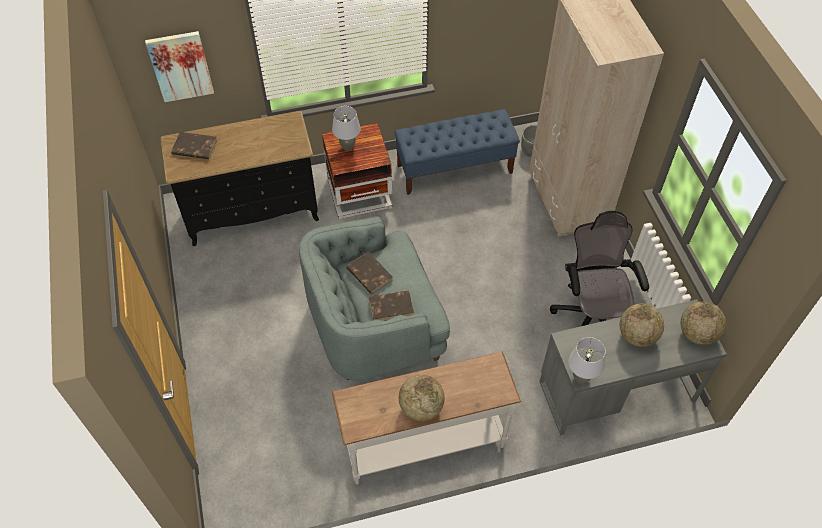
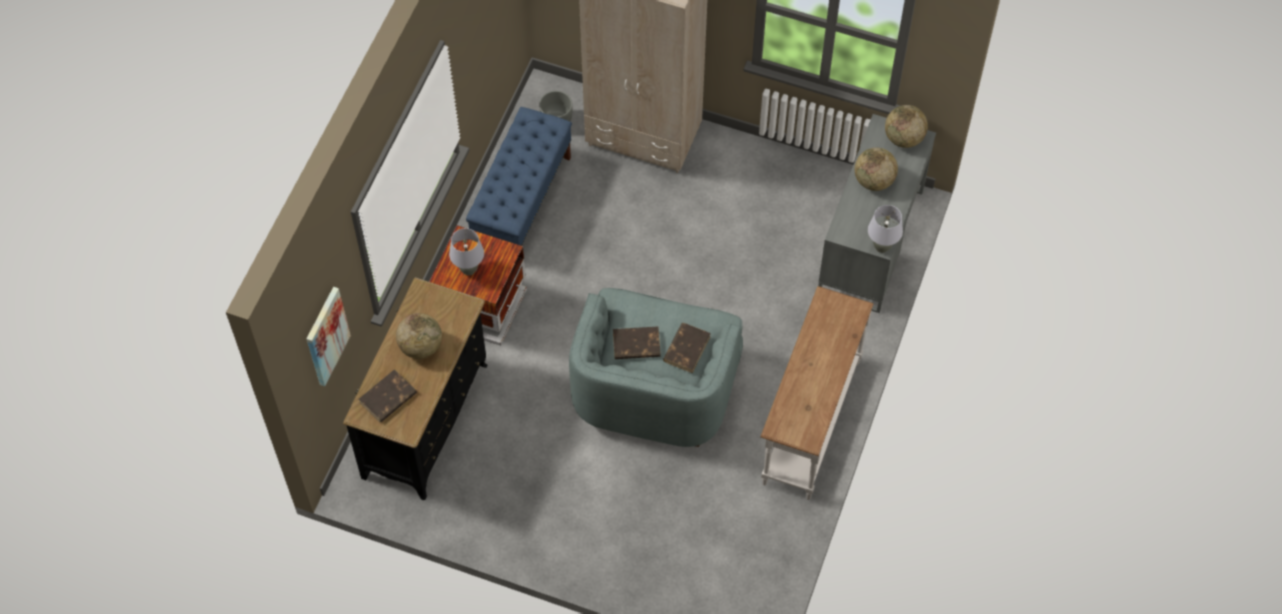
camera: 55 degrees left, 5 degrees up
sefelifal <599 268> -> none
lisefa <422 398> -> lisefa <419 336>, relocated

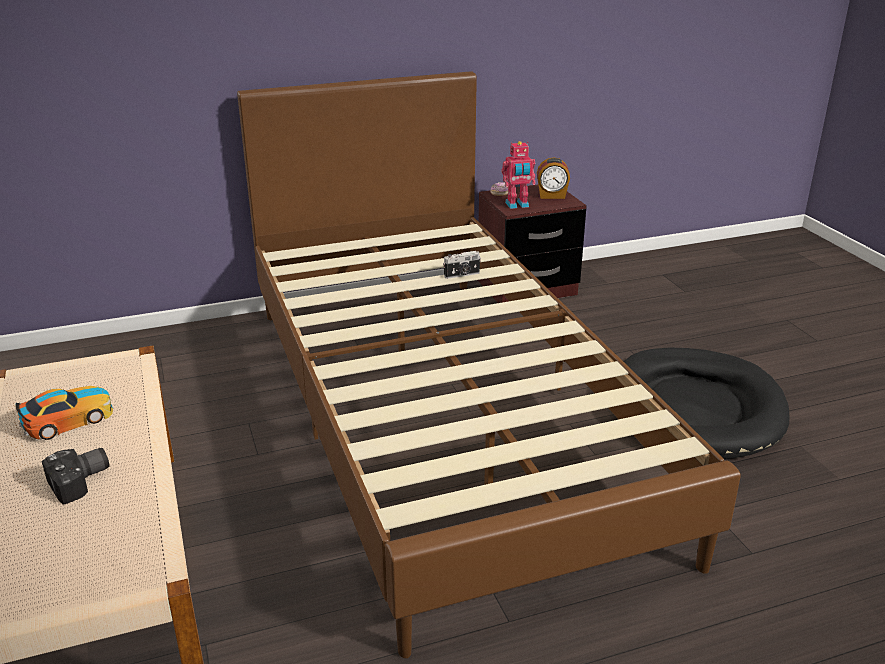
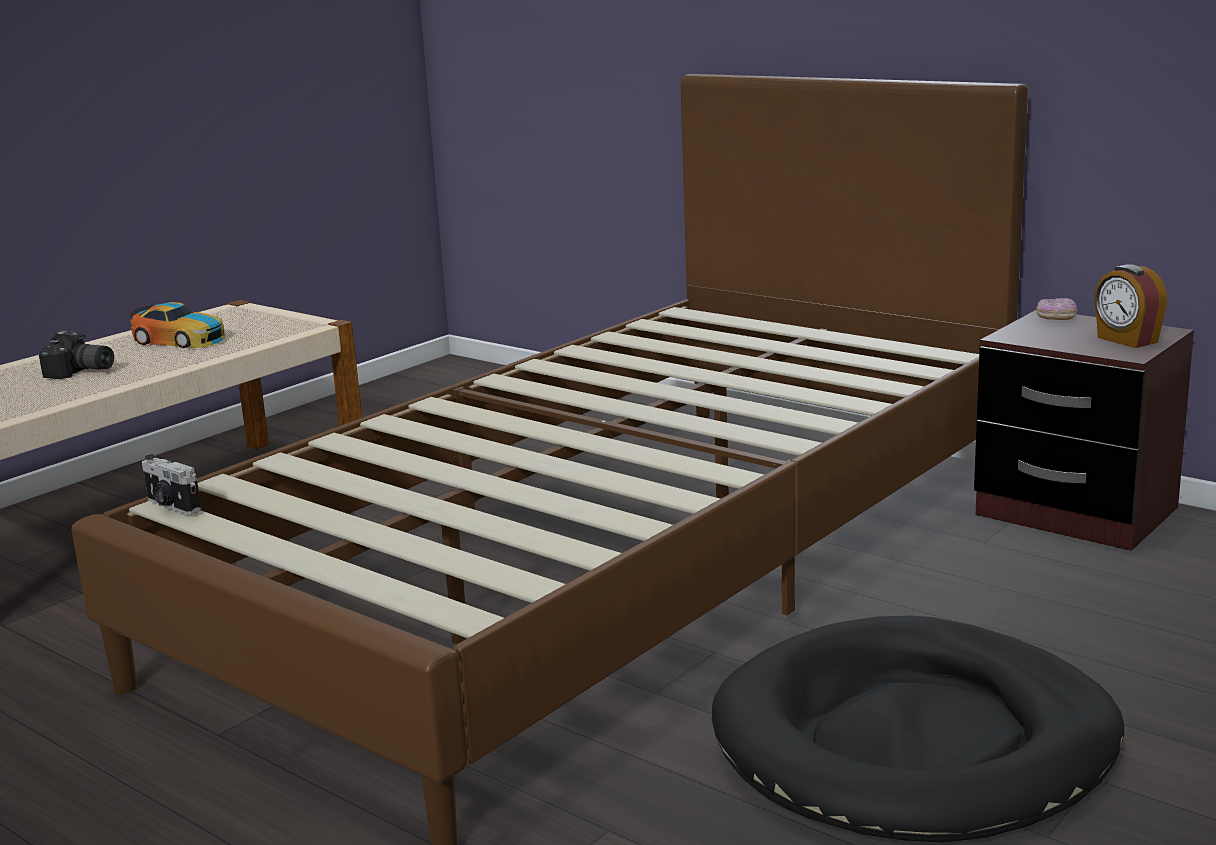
camera: 60 degrees right, 10 degrees down
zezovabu <518 175> -> none
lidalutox <462 265> -> lidalutox <171 484>, relocated

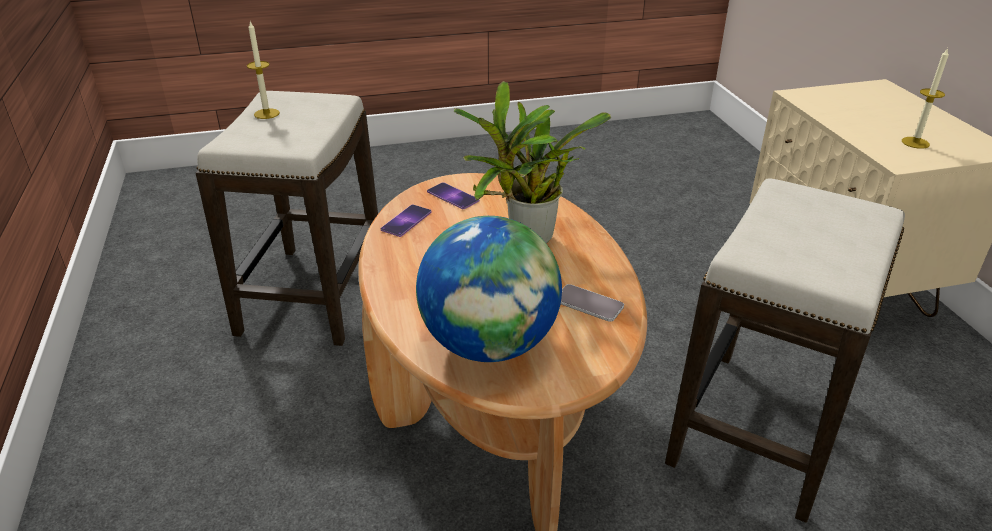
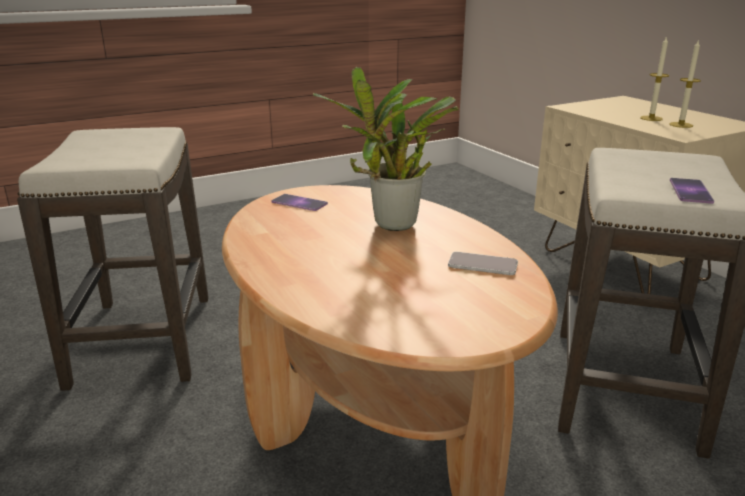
camera: 15 degrees left, 10 degrees down
lisefa <489 289> -> none
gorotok <263 70> -> gorotok <654 78>, relocated
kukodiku <406 221> -> kukodiku <692 191>, relocated

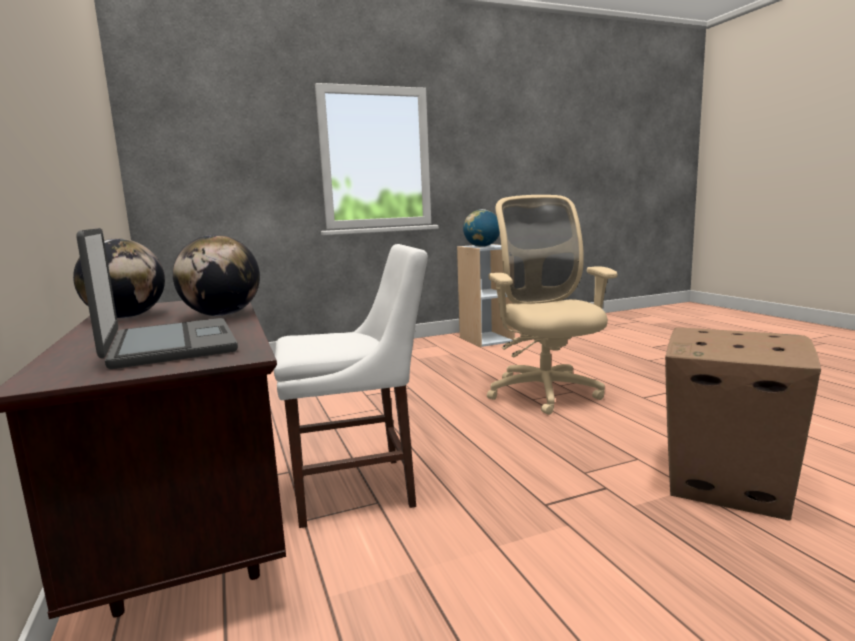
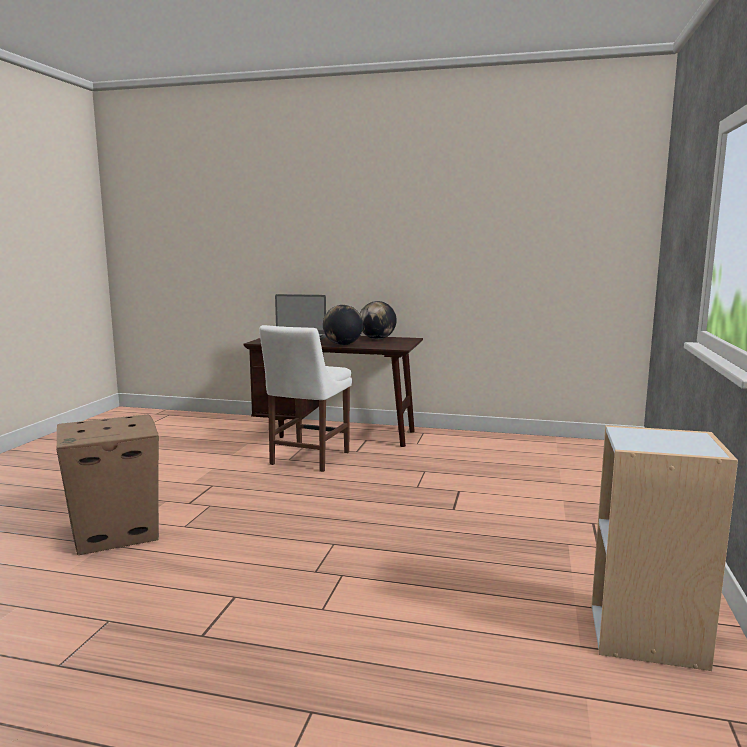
camera: 125 degrees right, 0 degrees up
lisefa <481 228> -> none
sefelifal (beige) <552 305> -> none

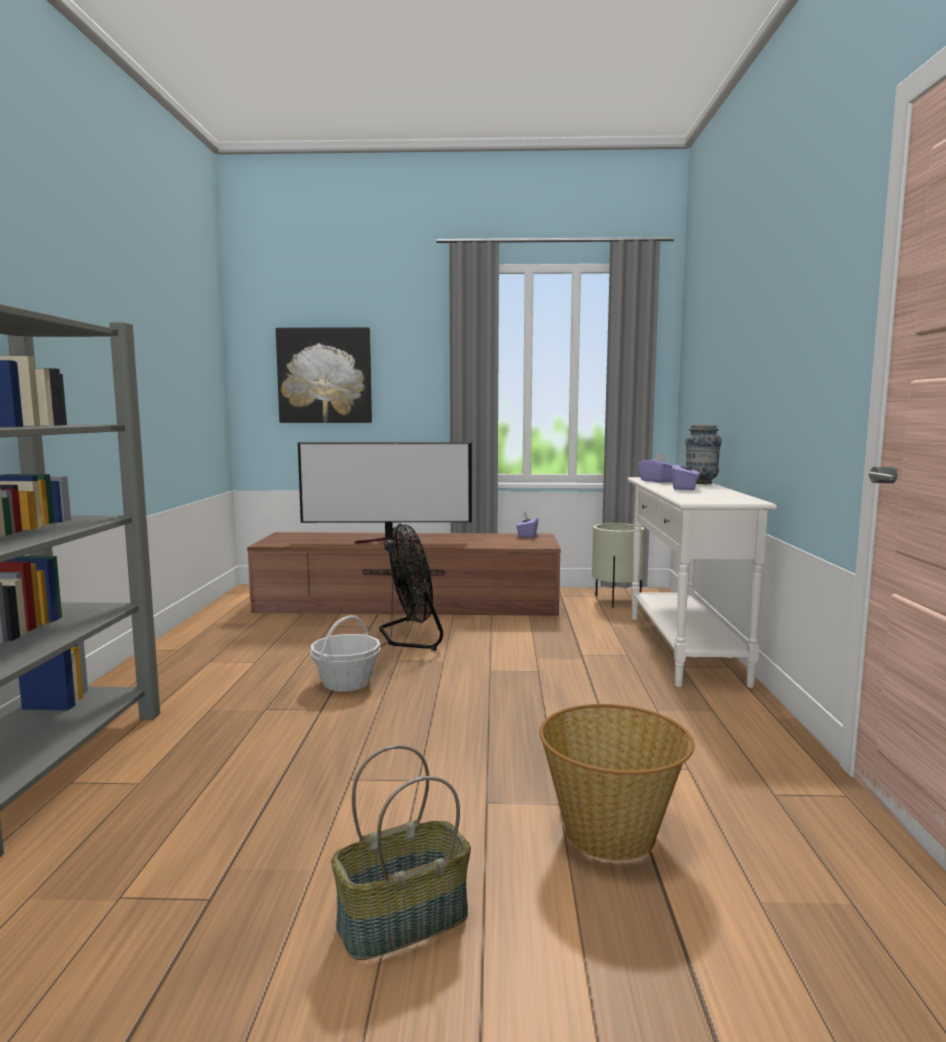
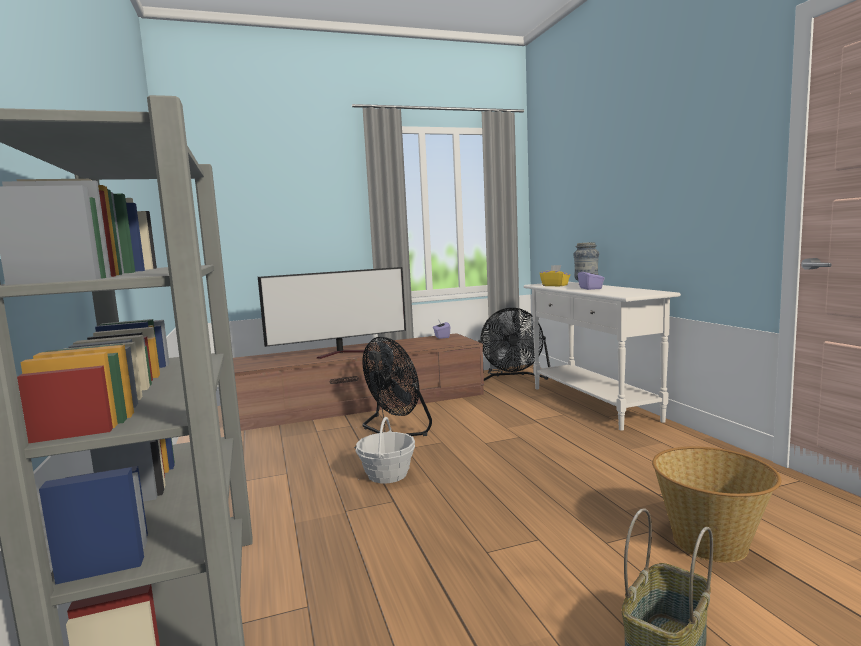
camera: 20 degrees left, 0 degrees up
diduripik <324 375> -> none
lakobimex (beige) <618 565> -> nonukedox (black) <514 344>
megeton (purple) <655 468> -> megeton (yellow) <555 276>

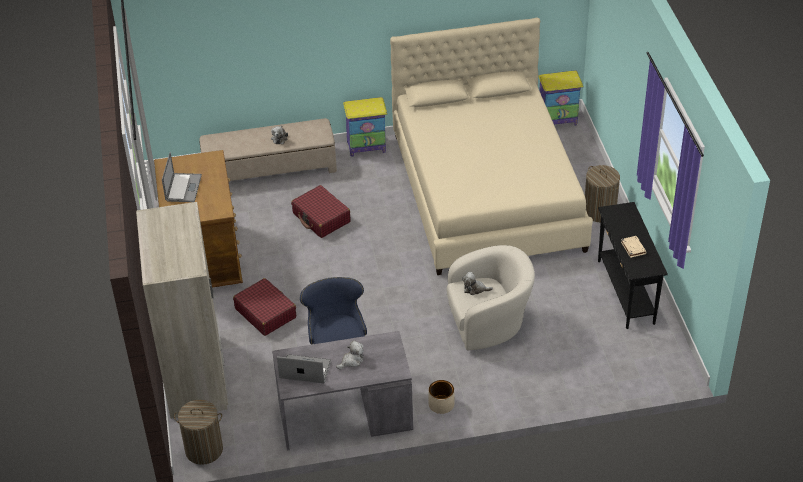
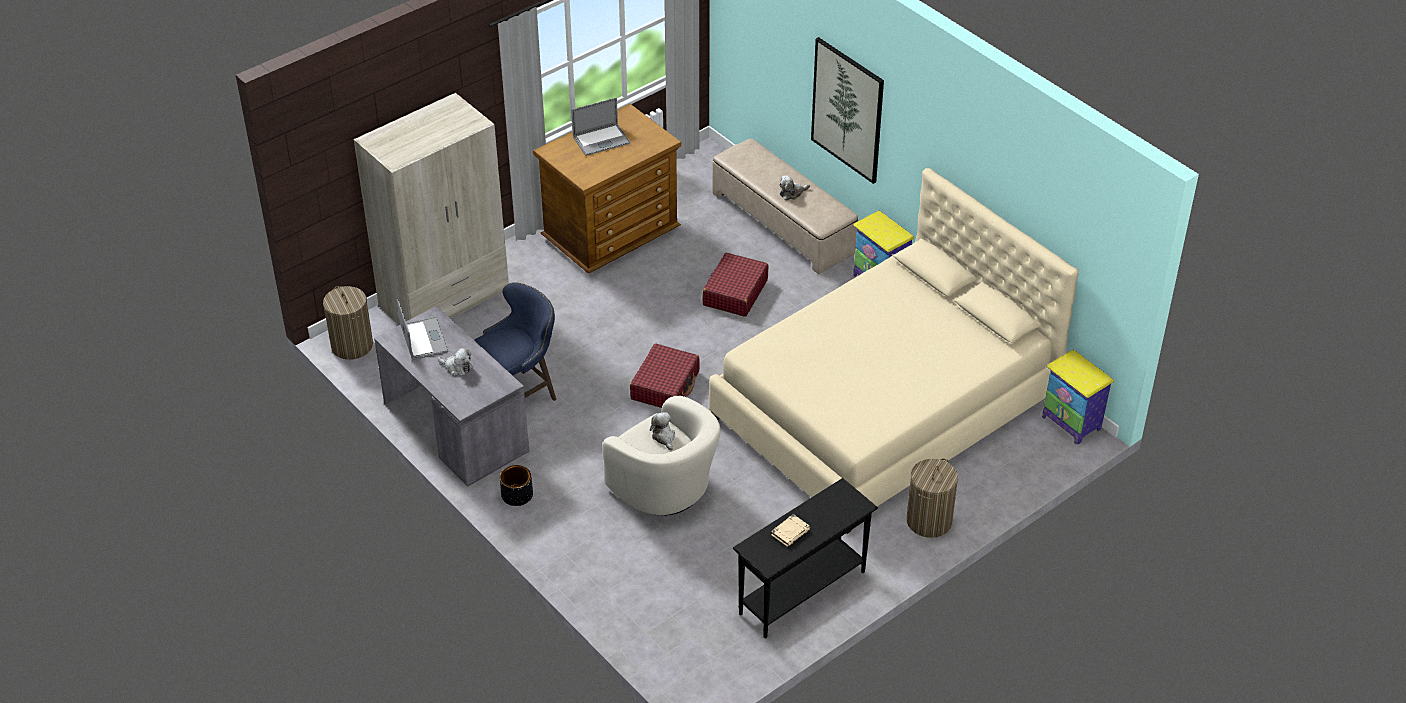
camera: 60 degrees right, 0 degrees up
none -> diduripik <847 110>
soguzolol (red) <264 307> -> soguzolol (red) <664 376>, relocated
lakobimex (beige) <441 397> -> lakobimex (black) <516 485>

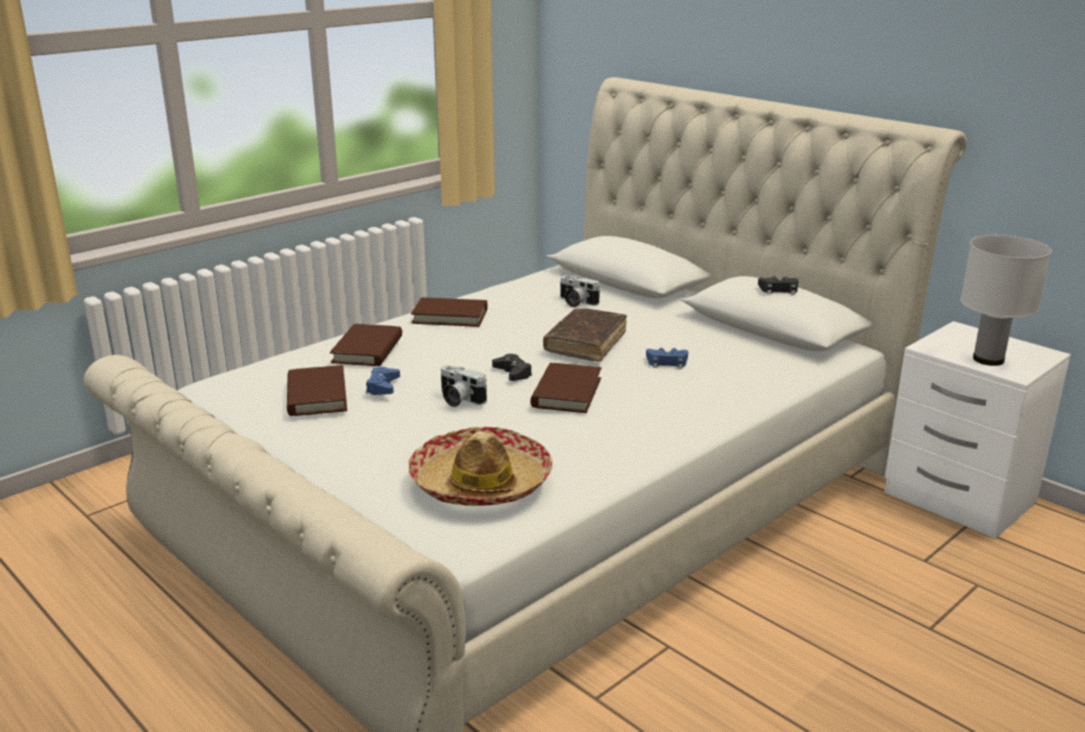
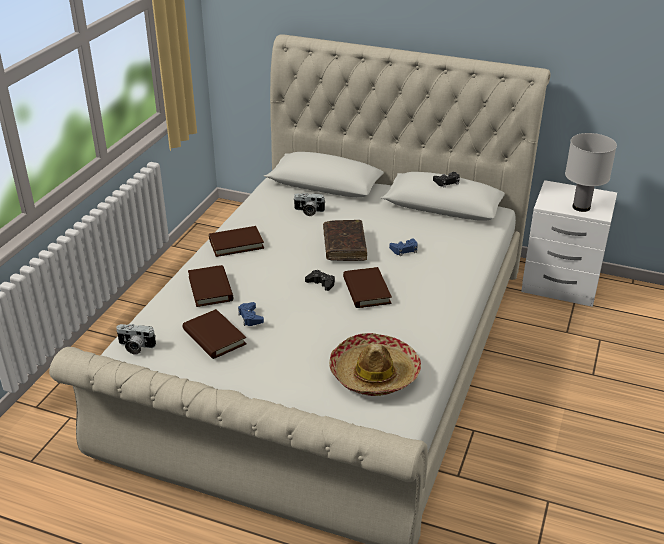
camera: 25 degrees left, 10 degrees up
lidalutox <464 386> -> lidalutox <136 339>, relocated

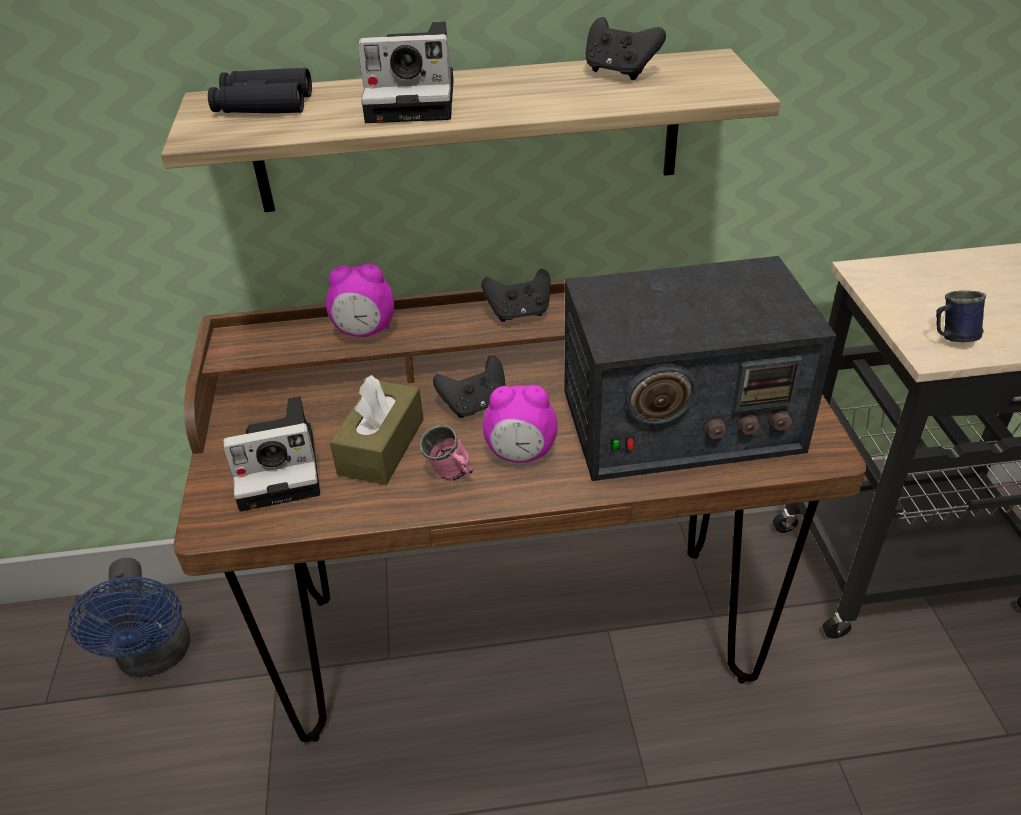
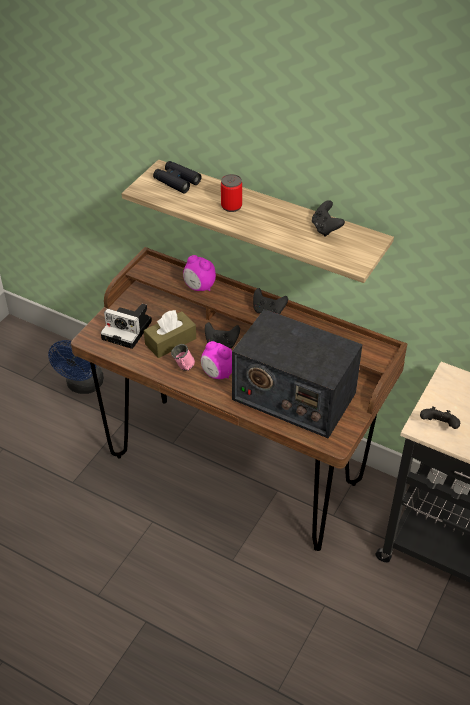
camera: 35 degrees right, 5 degrees up
lidalutox <406 72> -> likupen <231 193>
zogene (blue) <961 316> -> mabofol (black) <440 417>

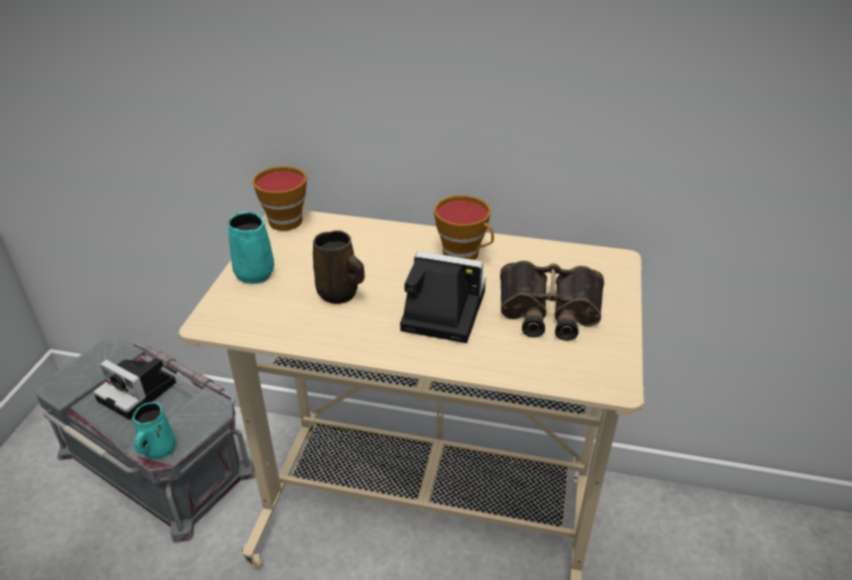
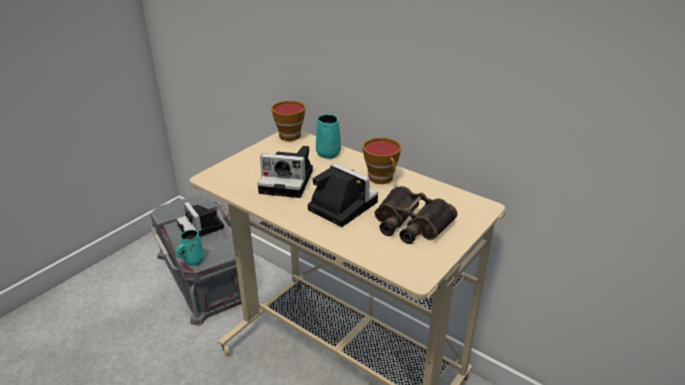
camera: 25 degrees right, 5 degrees down
zogene (turquoise) <251 248> -> zogene (turquoise) <328 136>, relocated
zogene (brown) <339 267> -> lidalutox <285 172>

